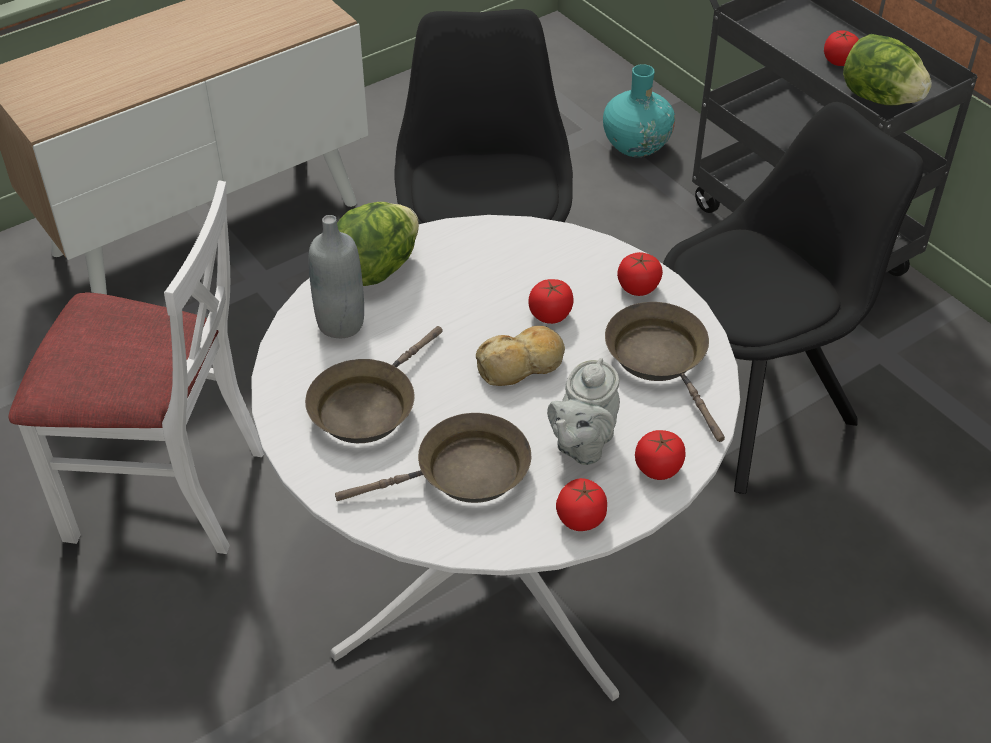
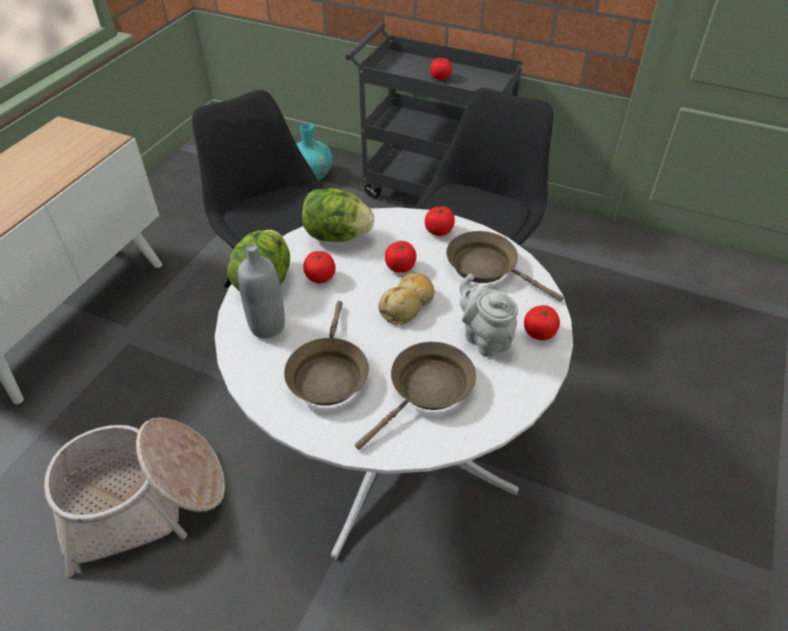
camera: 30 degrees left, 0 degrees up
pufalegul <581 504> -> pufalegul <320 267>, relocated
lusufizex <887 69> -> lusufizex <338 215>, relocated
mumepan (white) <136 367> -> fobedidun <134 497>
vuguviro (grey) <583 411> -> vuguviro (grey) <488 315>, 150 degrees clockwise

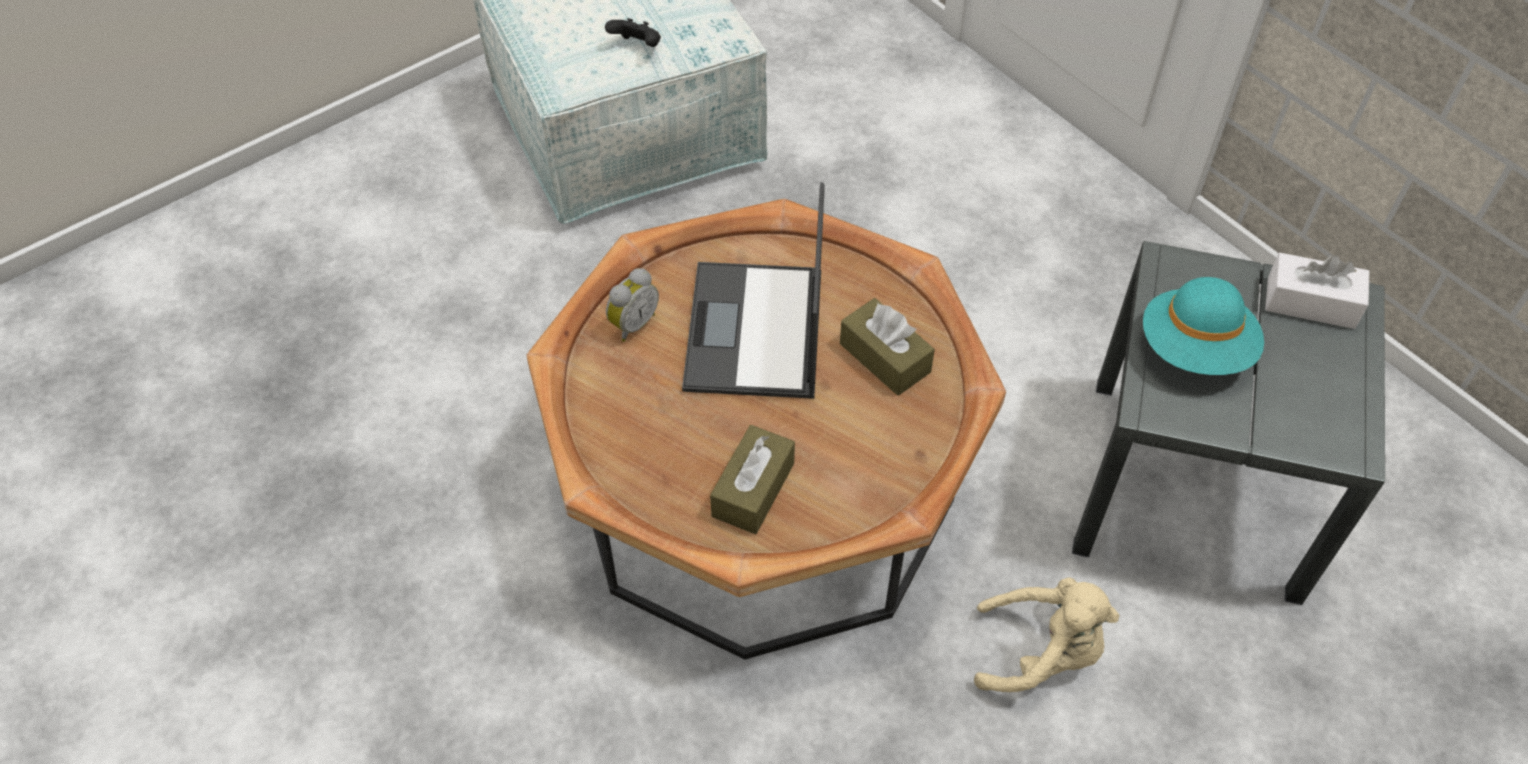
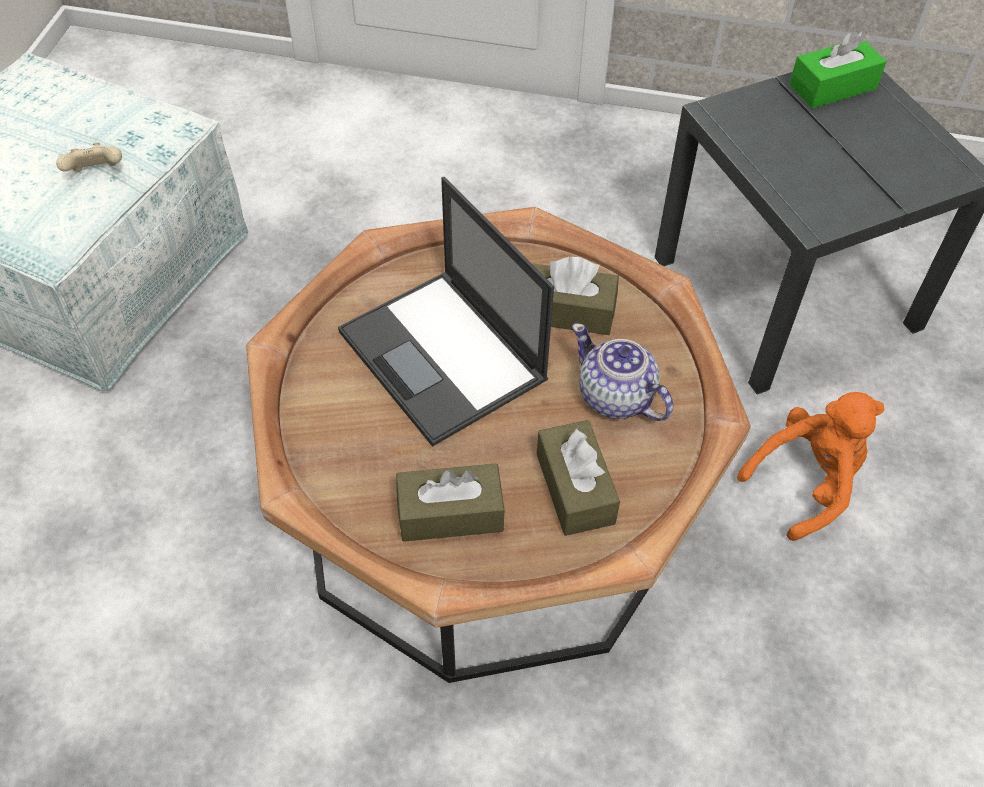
camera: 40 degrees left, 0 degrees up
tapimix <632 305> -> none
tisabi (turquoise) <1203 326> -> none
none -> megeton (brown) <450 502>
none -> vuguviro <622 372>
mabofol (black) <633 32> -> mabofol (beige) <89 157>
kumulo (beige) <1047 634> -> kumulo (orange) <811 466>
megeton (white) <1317 291> -> megeton (green) <838 69>

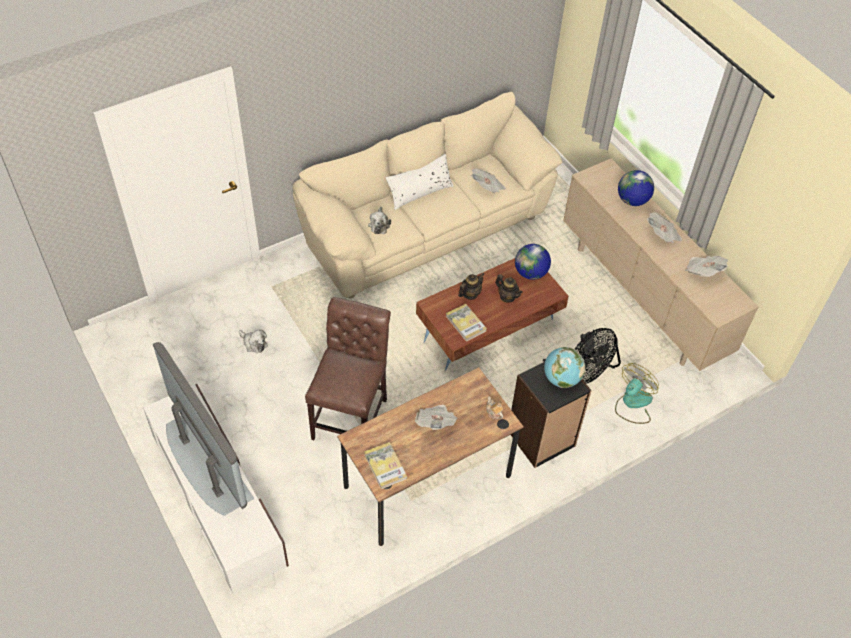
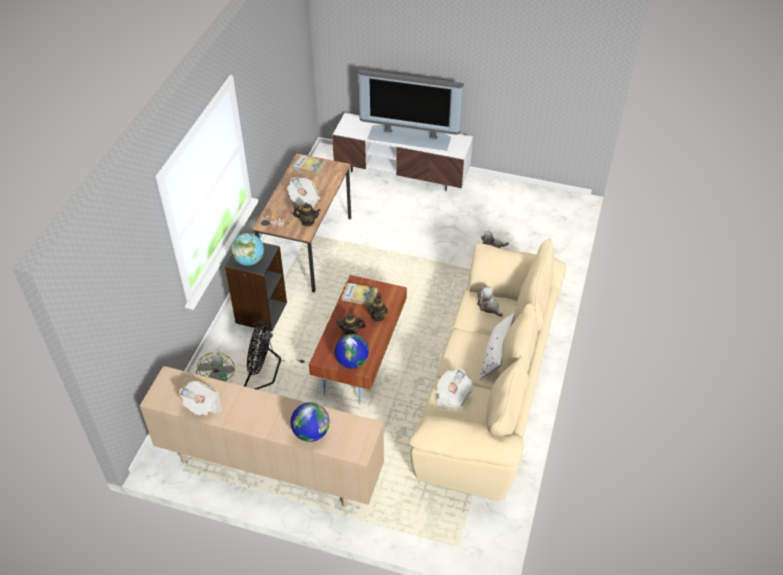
camera: 140 degrees right, 5 degrees down
mumepan (brown) <348 368> -> none
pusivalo <664 227> -> none
none -> vuguviro <306 214>

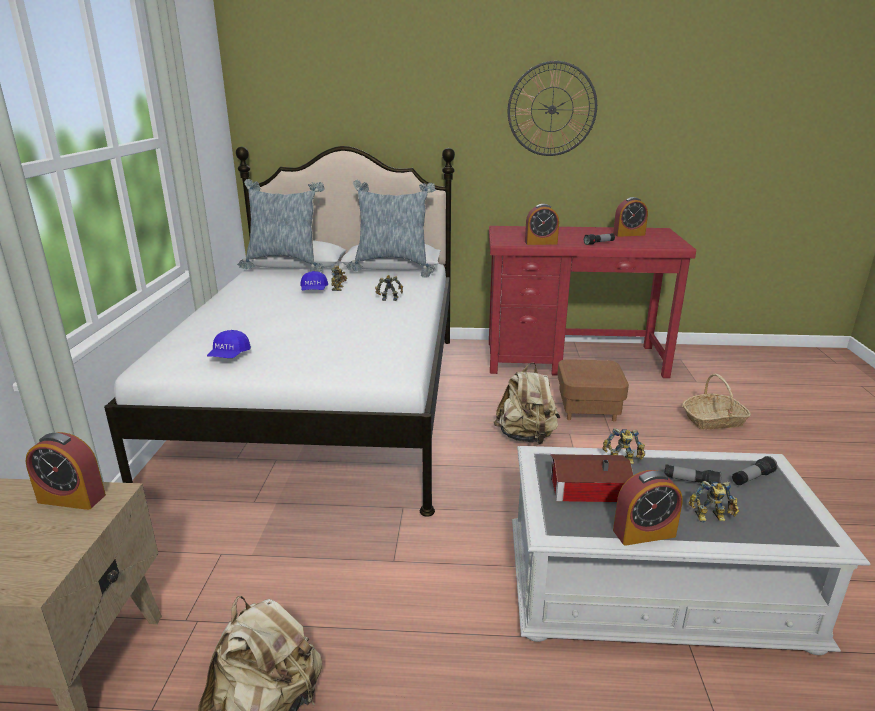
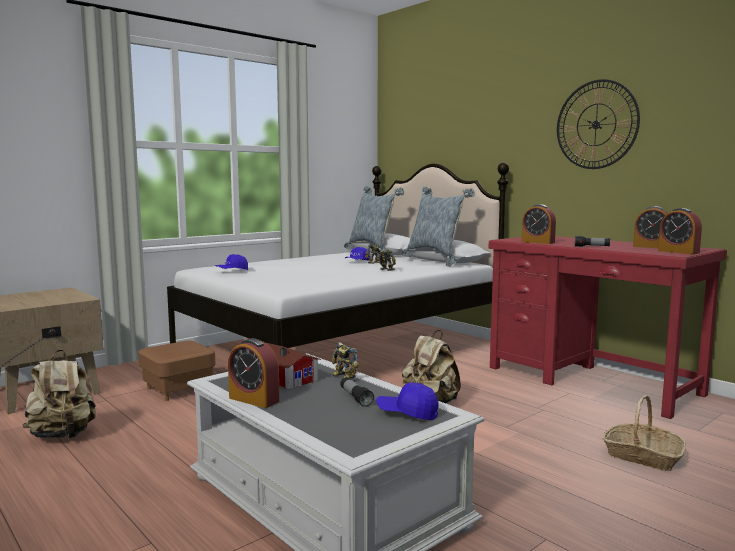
camera: 45 degrees right, 15 degrees down
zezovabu <714 502> -> none
tapimix <66 471> -> tapimix <680 231>, relocated
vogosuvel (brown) <593 390> -> vogosuvel (brown) <177 371>, relocated
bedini <755 470> -> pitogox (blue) <407 401>

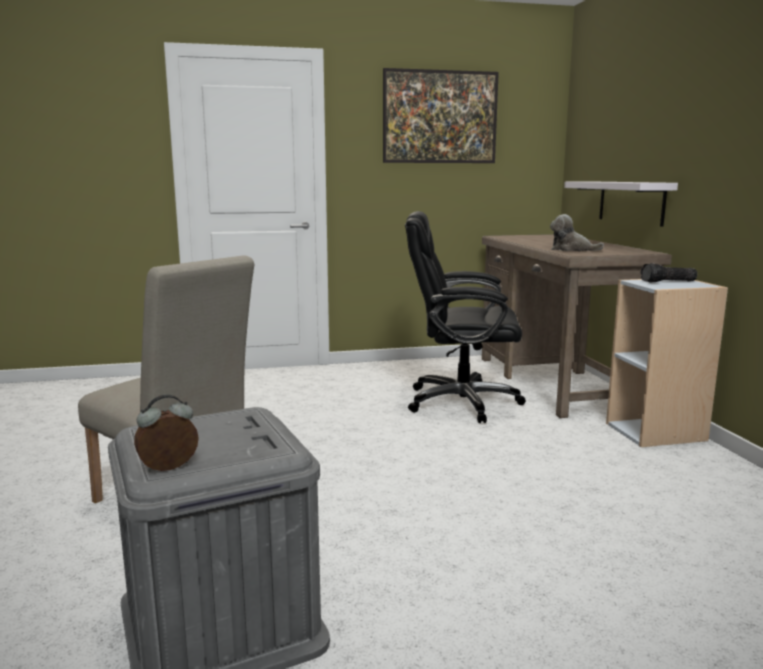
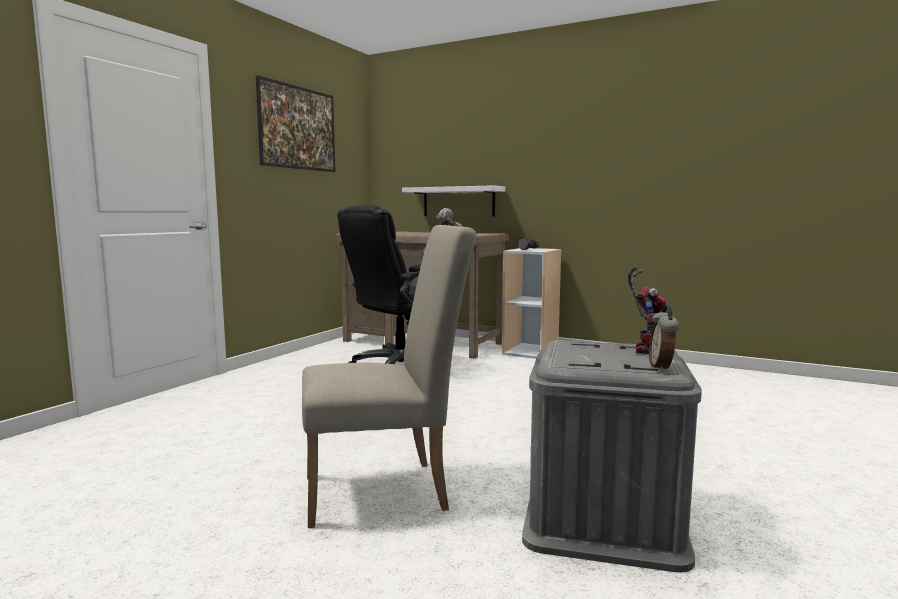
camera: 50 degrees left, 5 degrees down
none -> zezovabu <647 310>

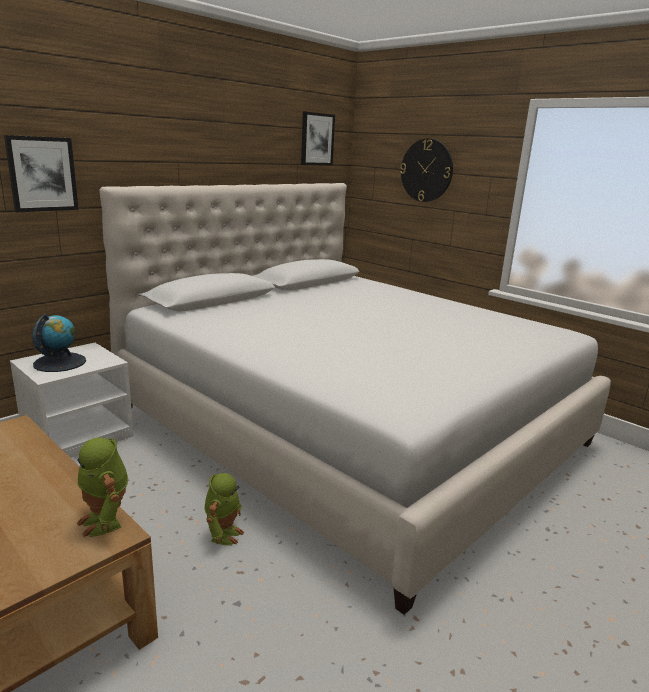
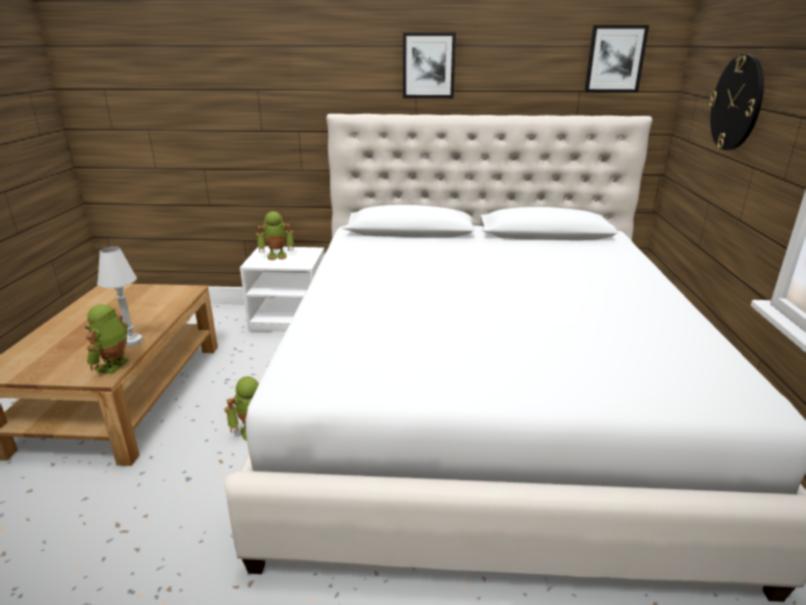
camera: 50 degrees right, 5 degrees up
none -> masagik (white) <119 296>
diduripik <41 173> -> diduripik <429 65>, relocated
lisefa <59 343> -> zezovabu <275 236>

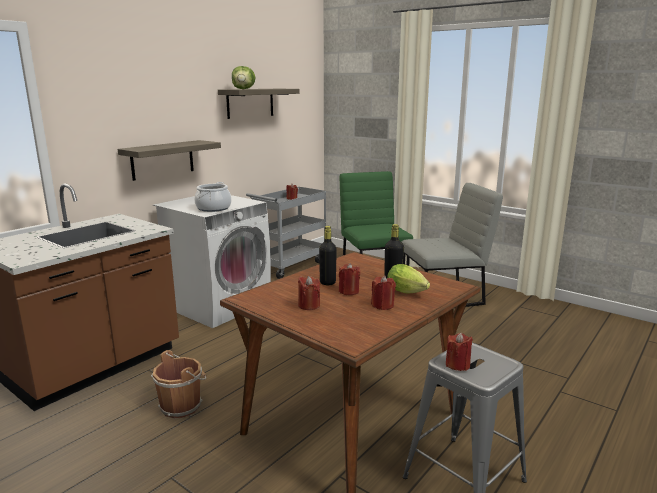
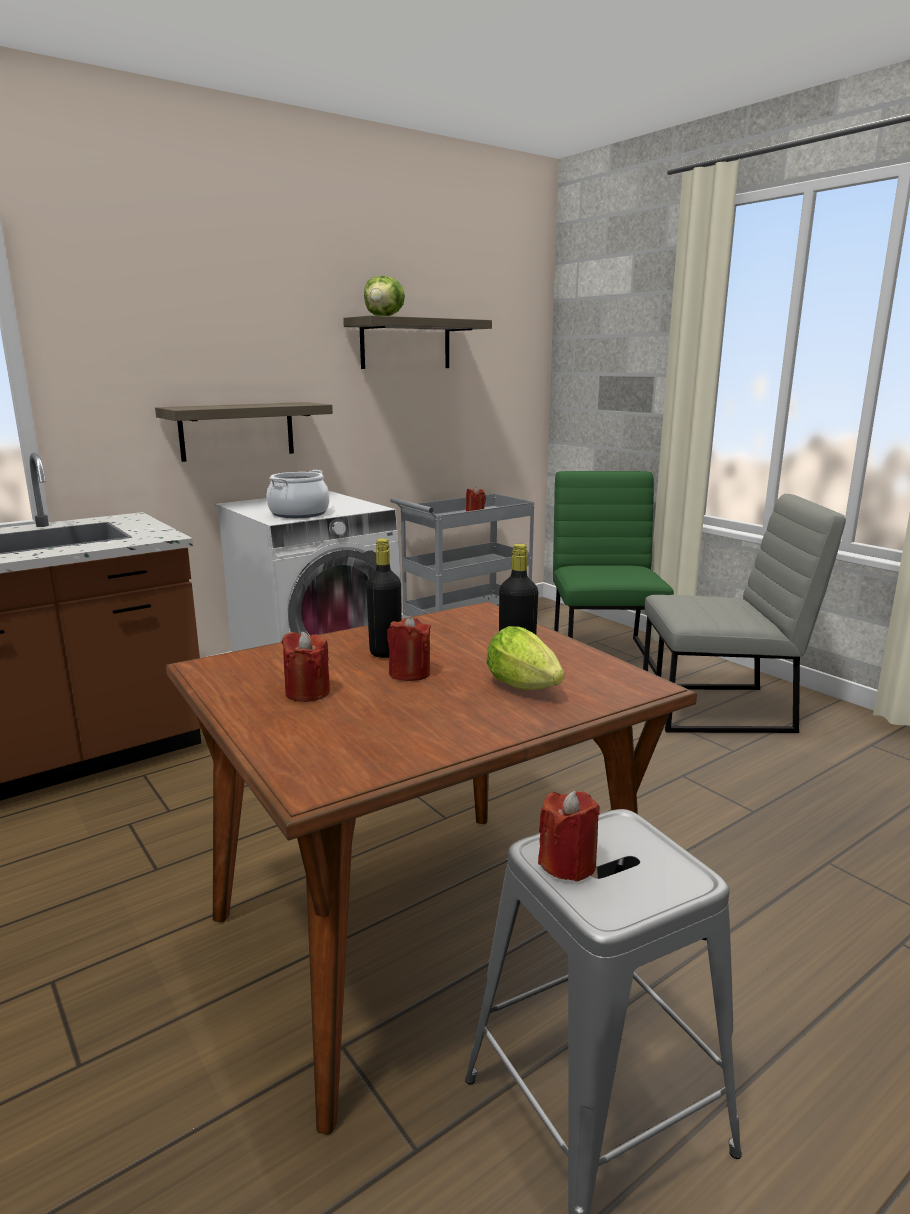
camera: 15 degrees right, 0 degrees up
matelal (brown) <179 384> -> none
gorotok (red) <383 292> -> none

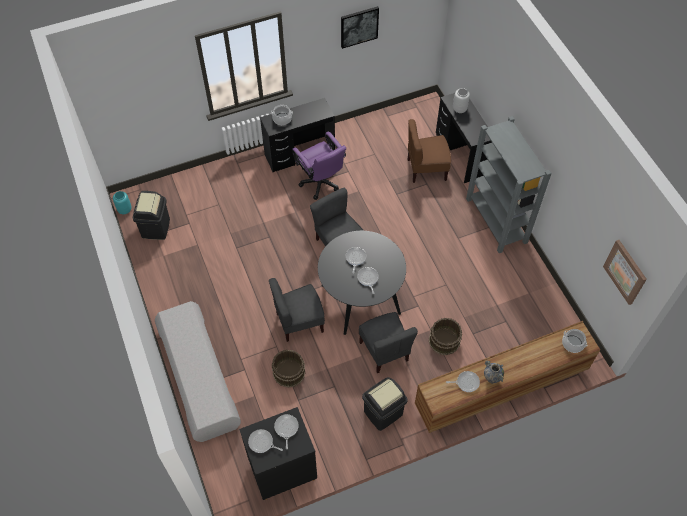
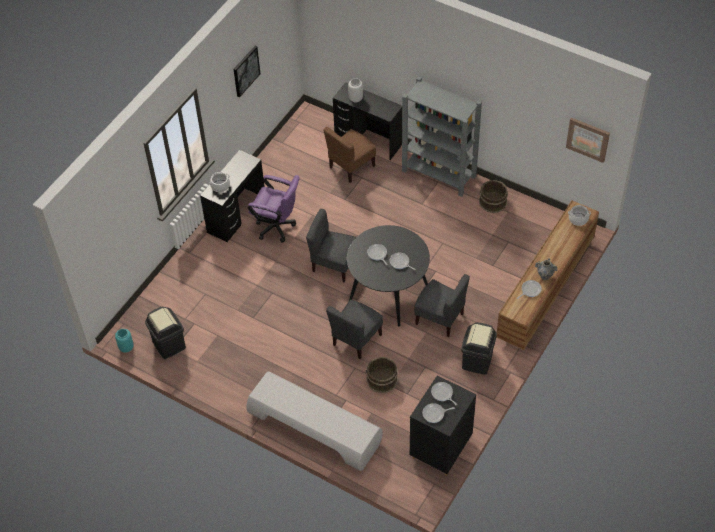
camera: 35 degrees left, 5 degrees down
matelal (brown) <445 336> -> matelal (brown) <493 196>, relocated

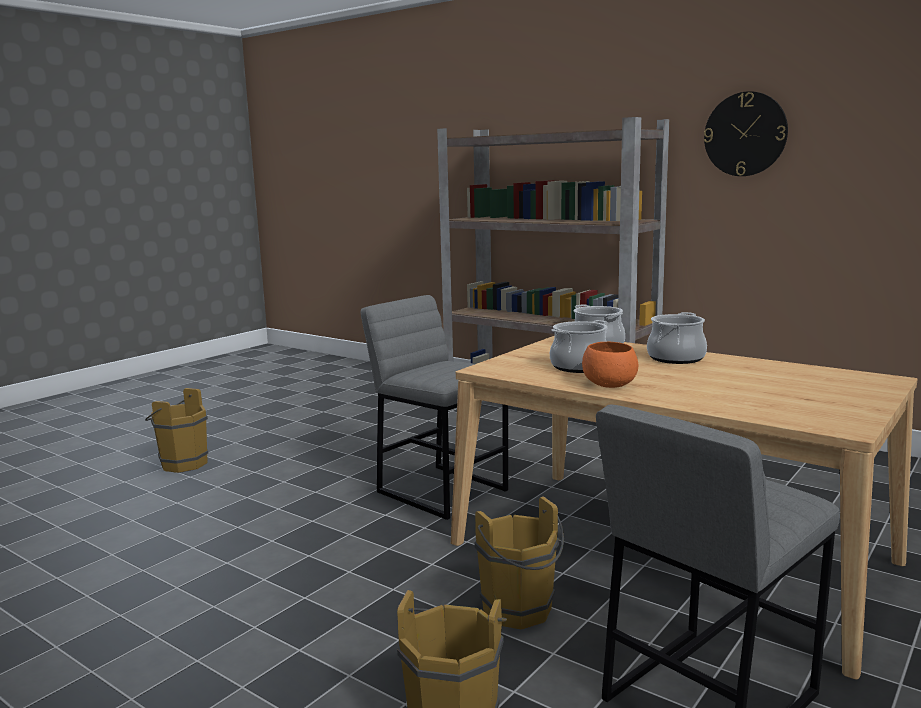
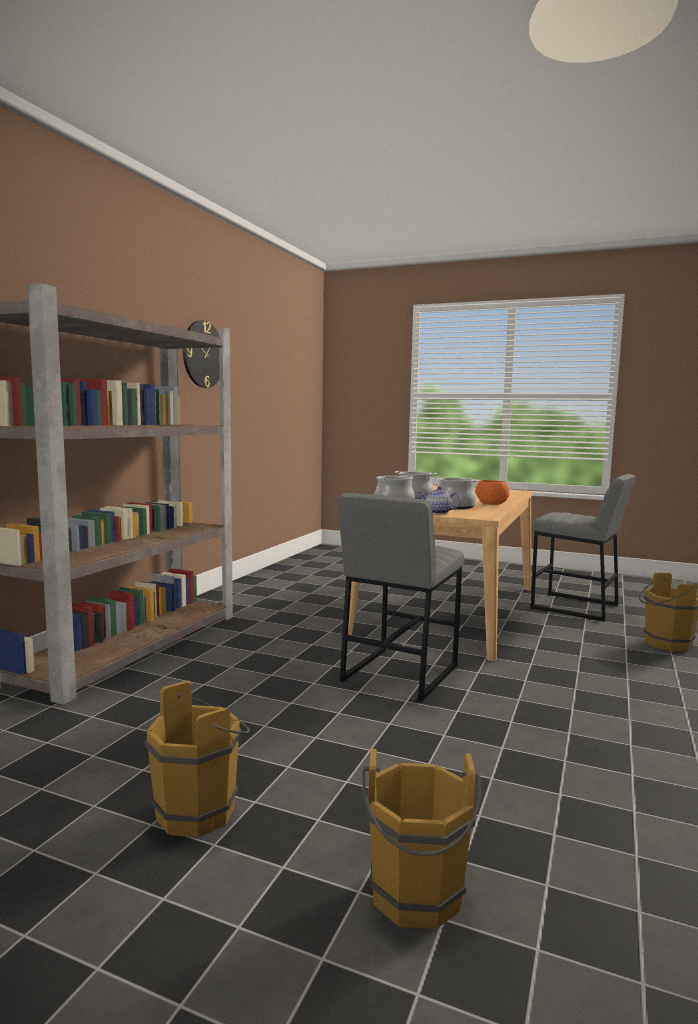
camera: 105 degrees left, 5 degrees down
none -> vuguviro <439 500>
matelal (brown) <519 562> -> matelal (brown) <197 759>, relocated

